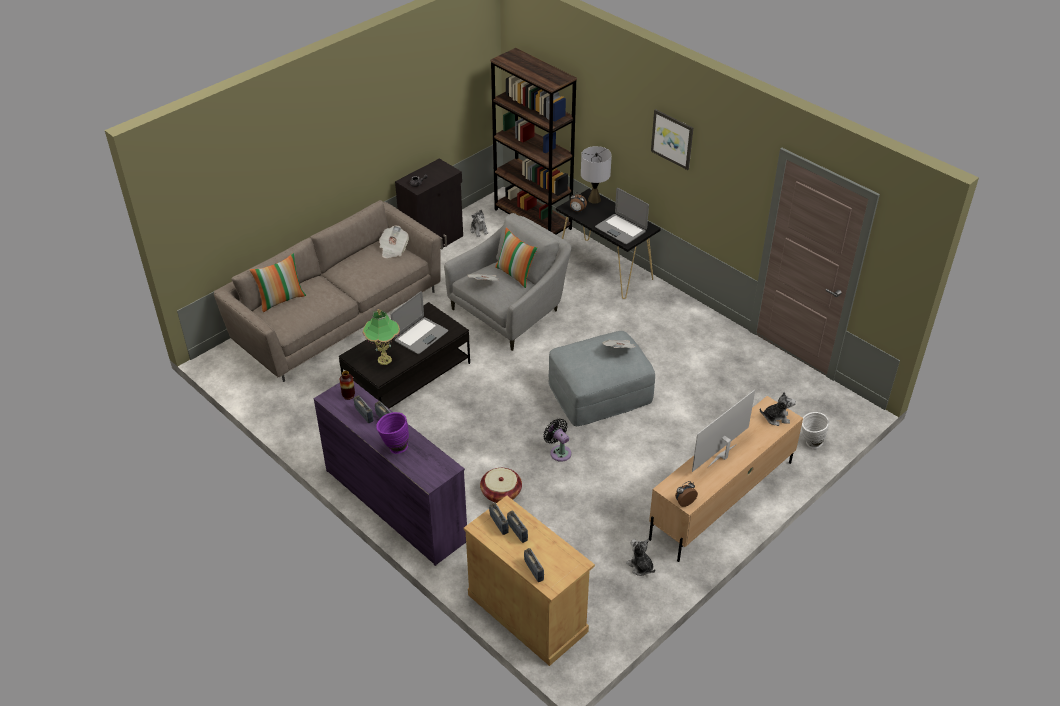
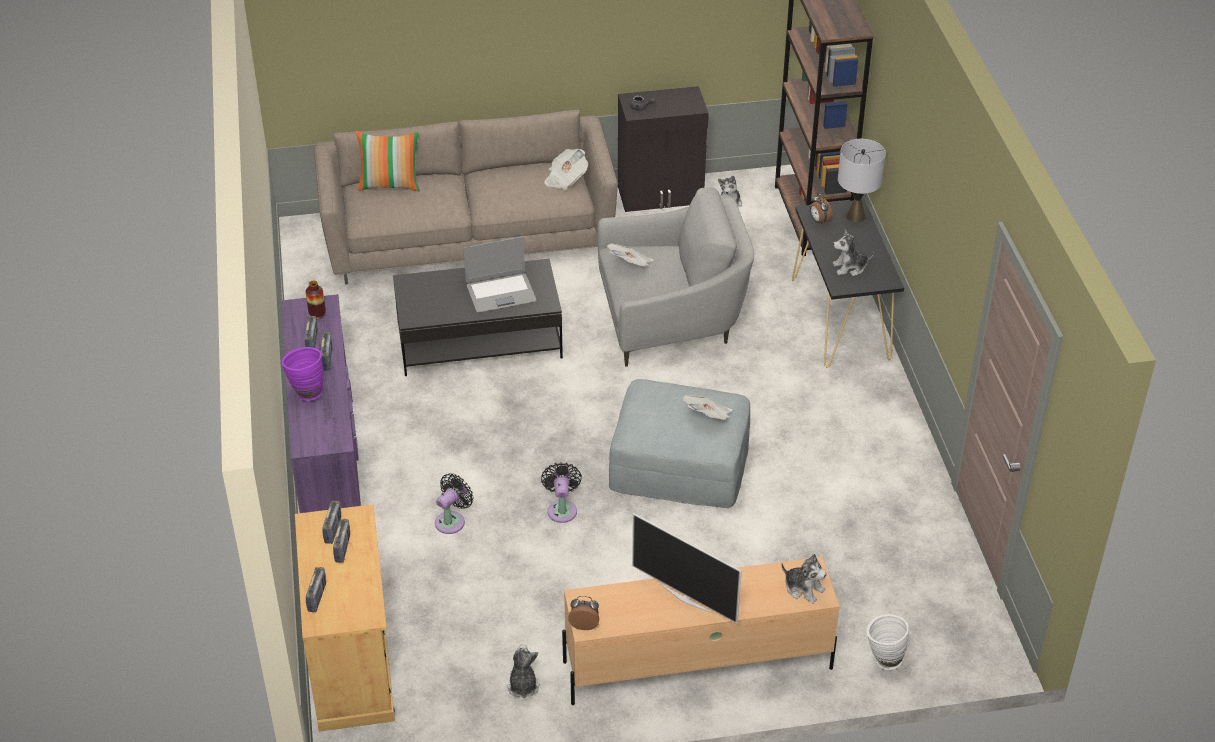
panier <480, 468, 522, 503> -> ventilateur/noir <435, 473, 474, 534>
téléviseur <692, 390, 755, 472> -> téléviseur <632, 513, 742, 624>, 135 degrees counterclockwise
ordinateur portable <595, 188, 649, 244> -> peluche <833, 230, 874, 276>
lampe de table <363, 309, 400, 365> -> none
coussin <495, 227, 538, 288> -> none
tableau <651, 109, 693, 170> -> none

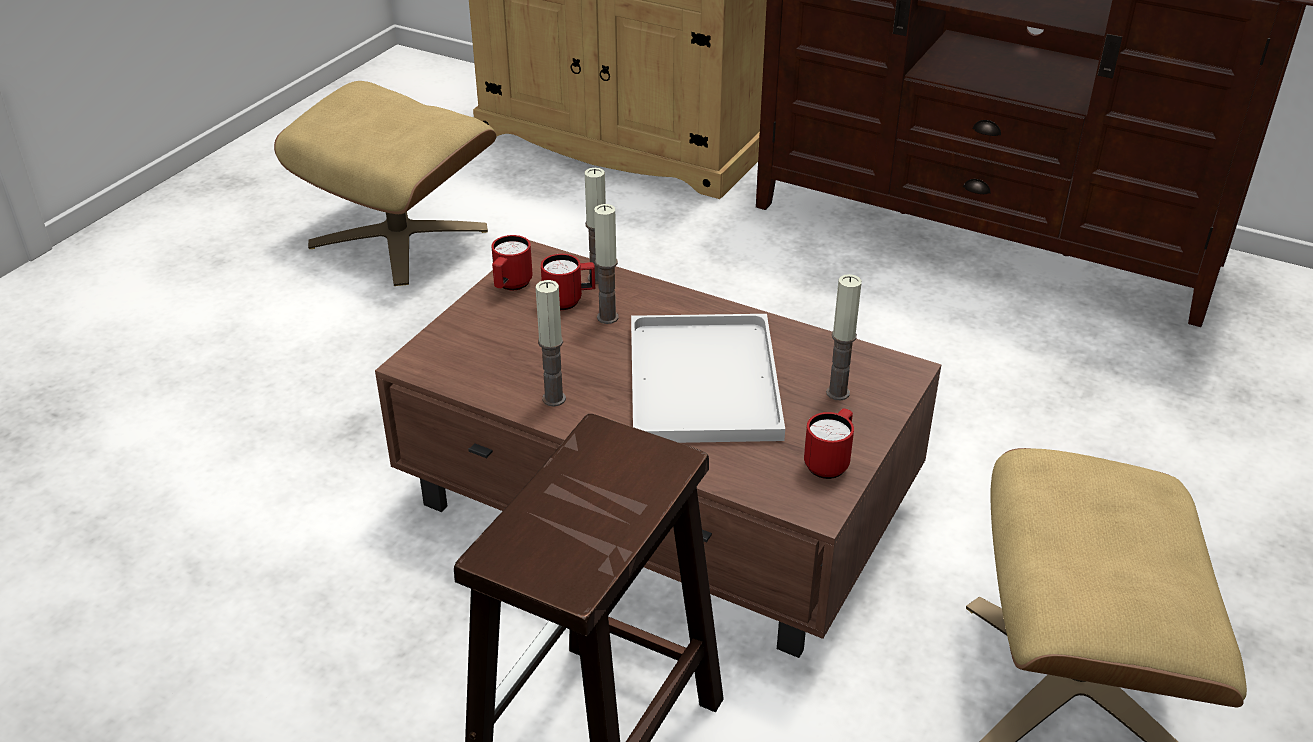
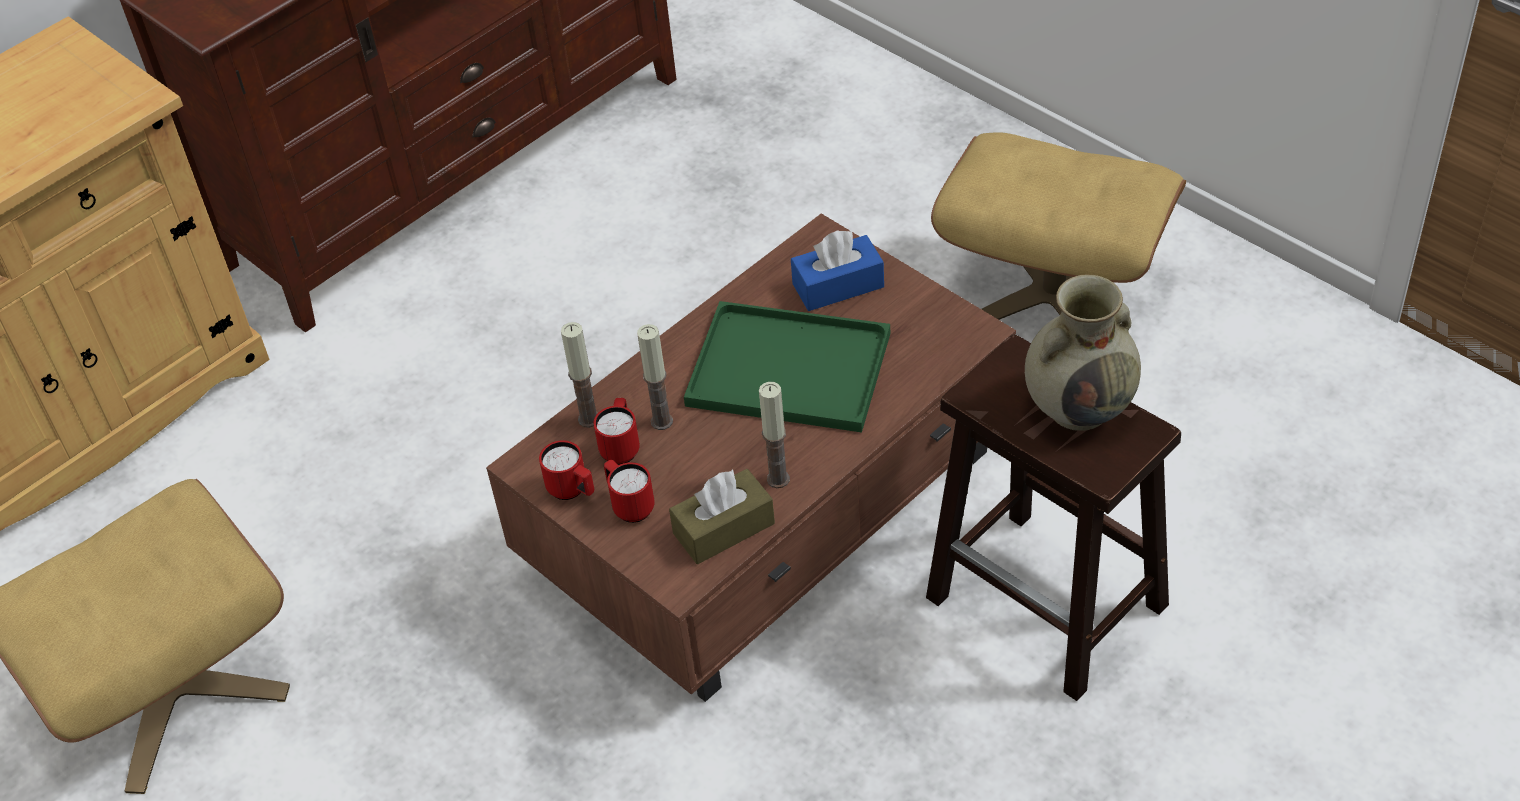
mug/rouge <804, 408, 854, 479> -> mug/rouge <604, 460, 654, 523>, relocated
none -> boîte à mouchoirs/marron <669, 469, 775, 564>
plateau/blanc <631, 314, 785, 443> -> plateau/vert <684, 301, 890, 432>
bougie <826, 274, 862, 400> -> boîte à mouchoirs/bleu <791, 230, 884, 311>
none -> vase/beige <1025, 275, 1141, 431>

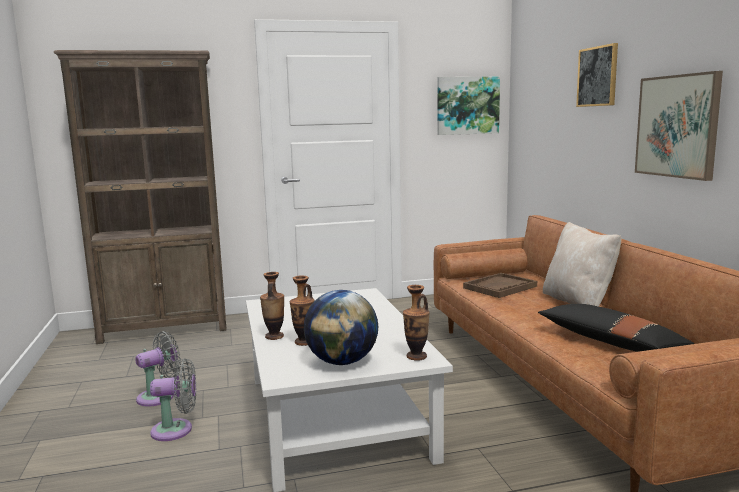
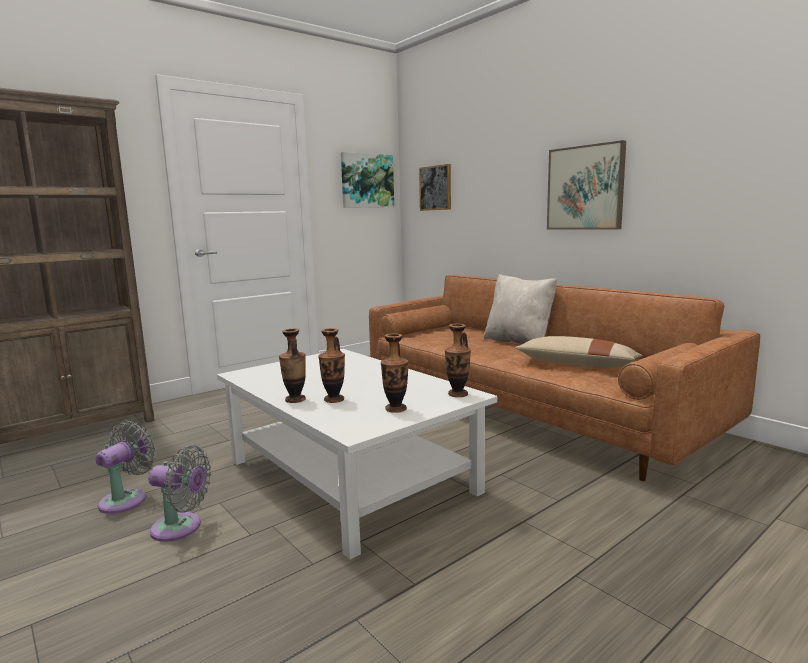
ventilateur/gris <150, 358, 196, 441> -> ventilateur/gris <148, 445, 211, 542>, 45 degrees clockwise
globe <304, 290, 378, 365> -> vase <381, 333, 409, 413>
tableau <576, 43, 618, 107> -> tableau <419, 164, 451, 211>, relocated
coussin/noir <538, 304, 694, 352> -> coussin/beige <515, 336, 642, 368>
plateau/marron <463, 273, 537, 298> -> none

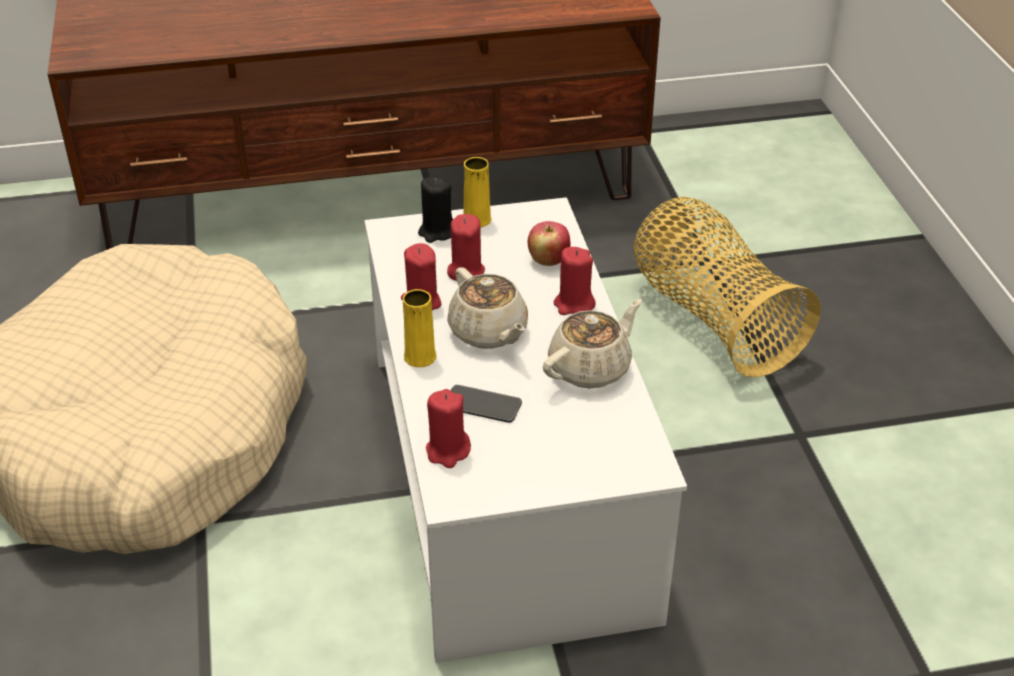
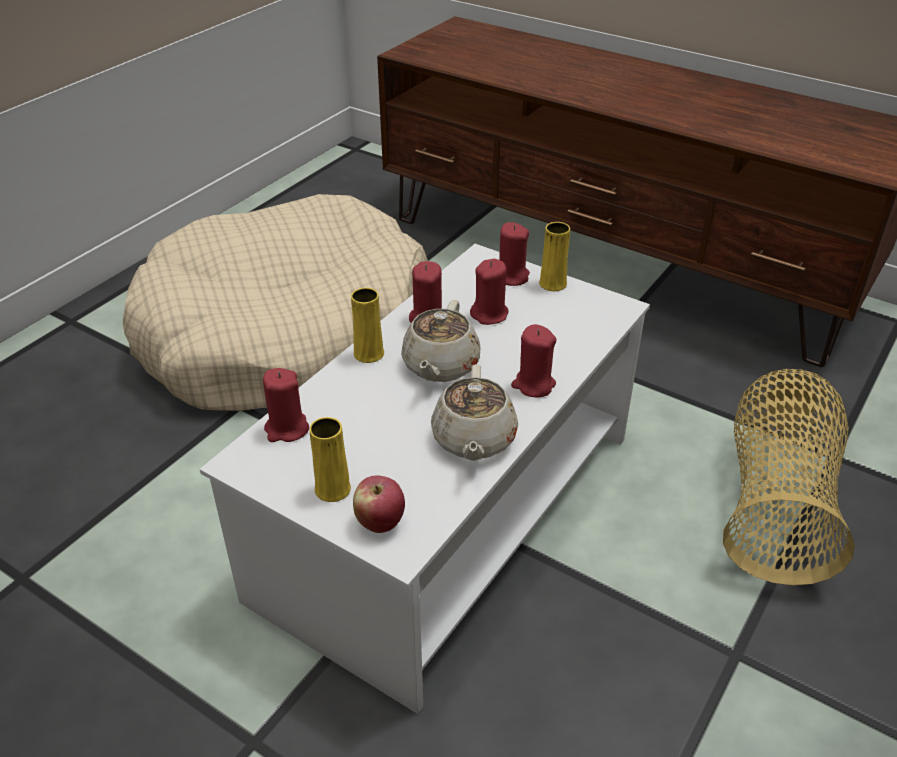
none -> vase/jaune <310, 417, 351, 502>
pomme <528, 221, 570, 266> -> pomme <353, 475, 405, 533>, relocated
théière/beige <543, 299, 642, 388> -> théière/beige <431, 364, 518, 461>, 90 degrees clockwise
bougie/noir <418, 177, 453, 243> -> bougie/rouge <499, 222, 530, 286>
téléphone <451, 385, 522, 423> -> none

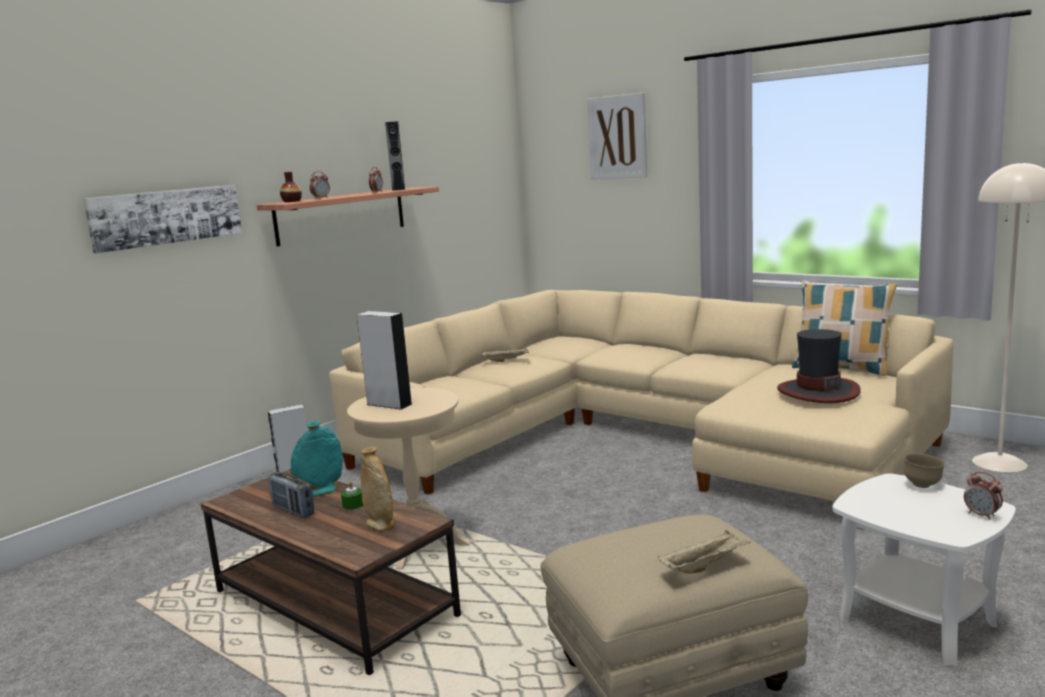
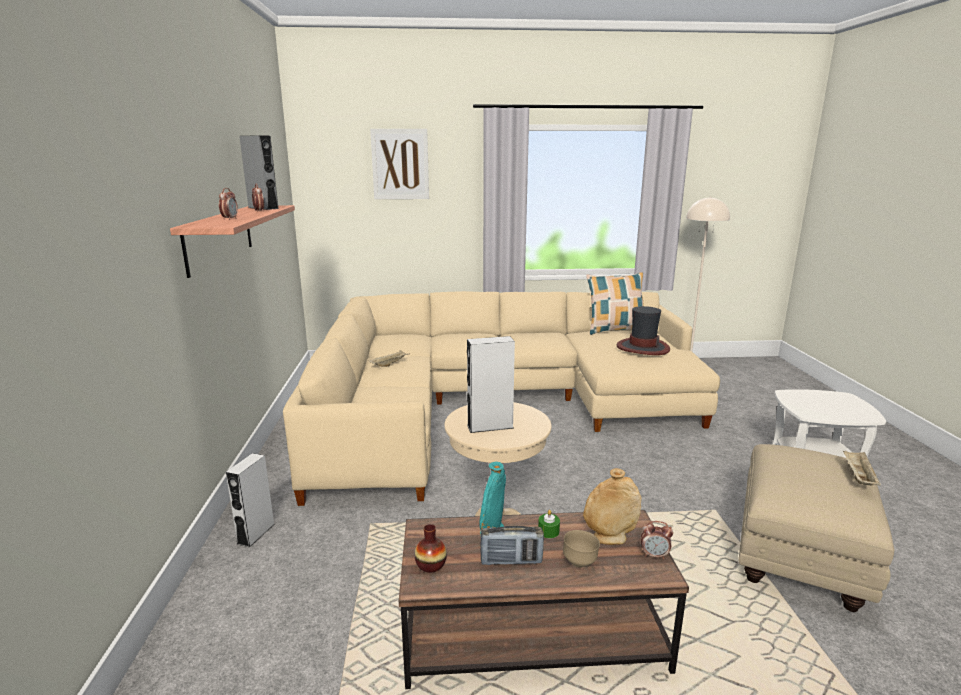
vase <280, 172, 302, 202> -> vase <414, 524, 447, 573>, relocated
bol/marron <903, 453, 945, 488> -> bol/marron <563, 530, 600, 568>, relocated
réveil <964, 472, 1003, 520> -> réveil <641, 521, 673, 559>, relocated
tableau <83, 185, 242, 253> -> none

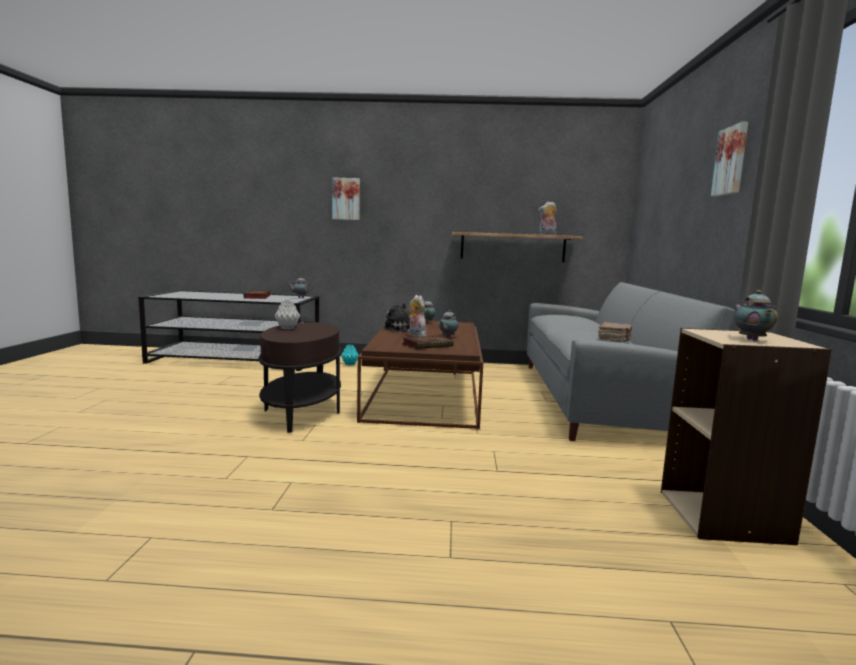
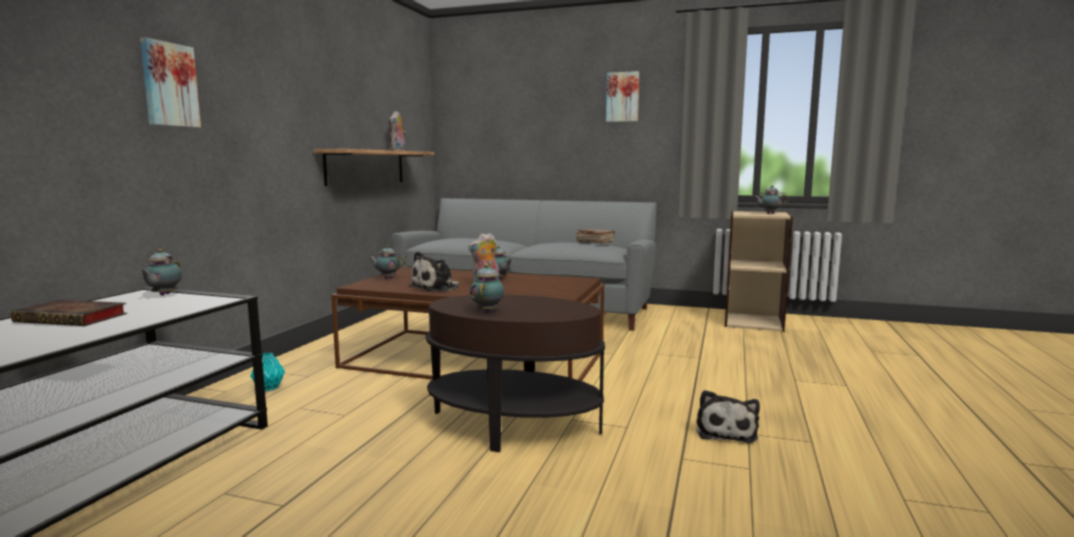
vase/gris <275, 300, 300, 329> -> théière <470, 264, 504, 313>
none -> peluche <696, 390, 760, 443>
livre <402, 336, 454, 349> -> none

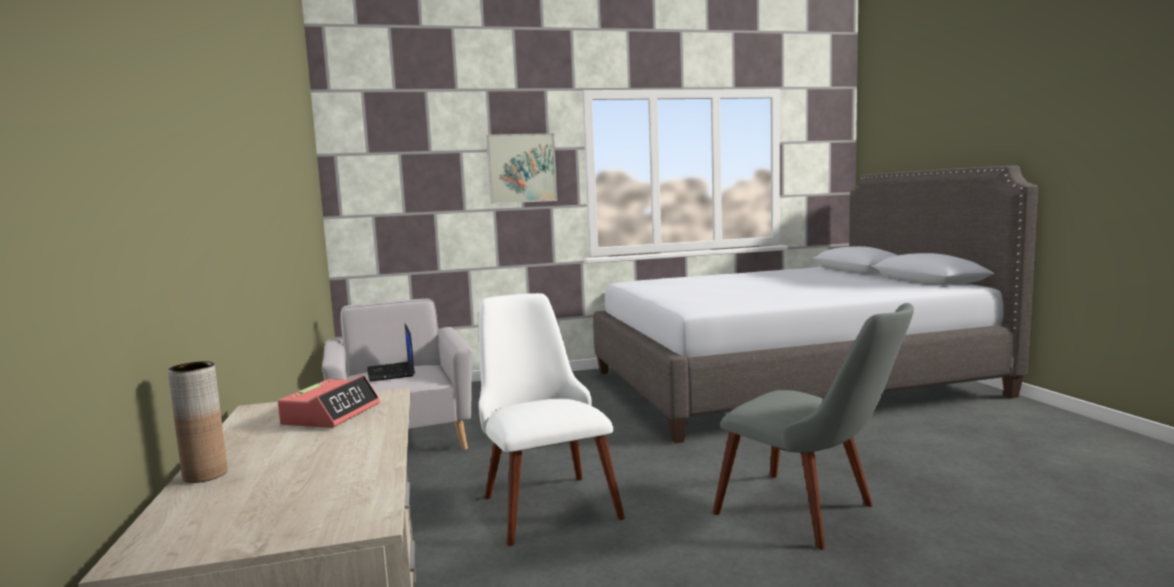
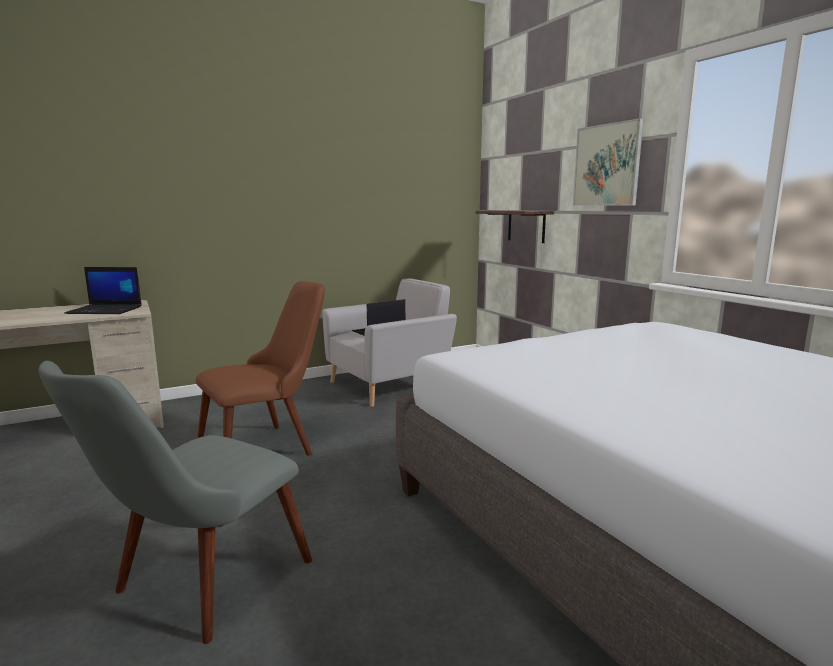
réveil <278, 375, 380, 428> -> ordinateur portable <64, 267, 142, 314>
chaise/blanc <478, 293, 625, 546> -> chaise/marron <196, 281, 325, 456>
none -> étagère <476, 210, 554, 243>
vase/marron <168, 361, 228, 483> -> none

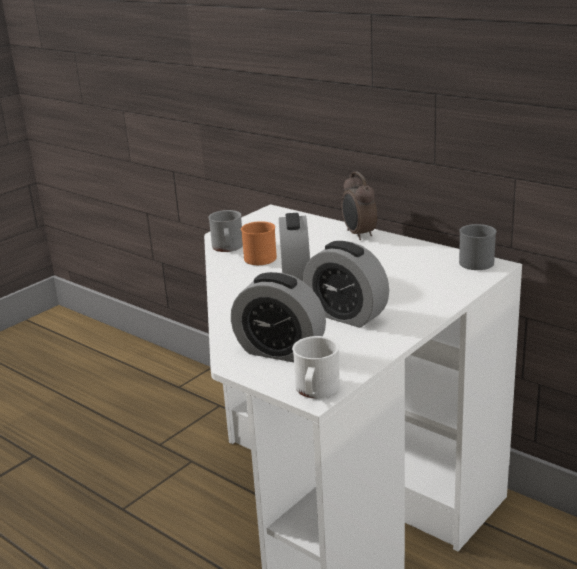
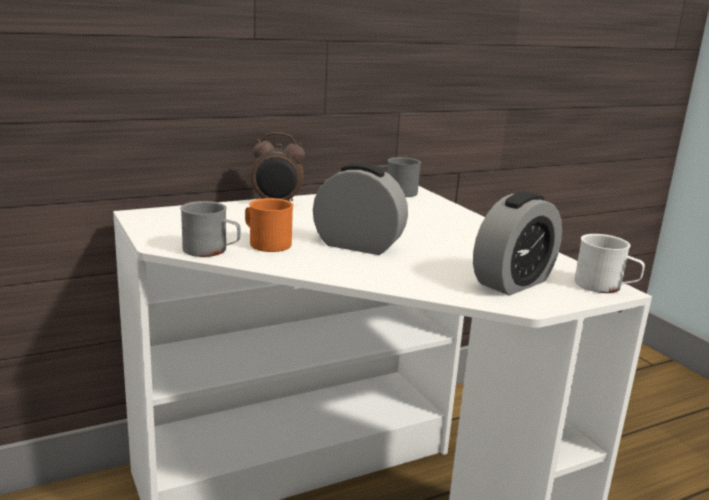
réveil <303, 241, 389, 328> -> none

